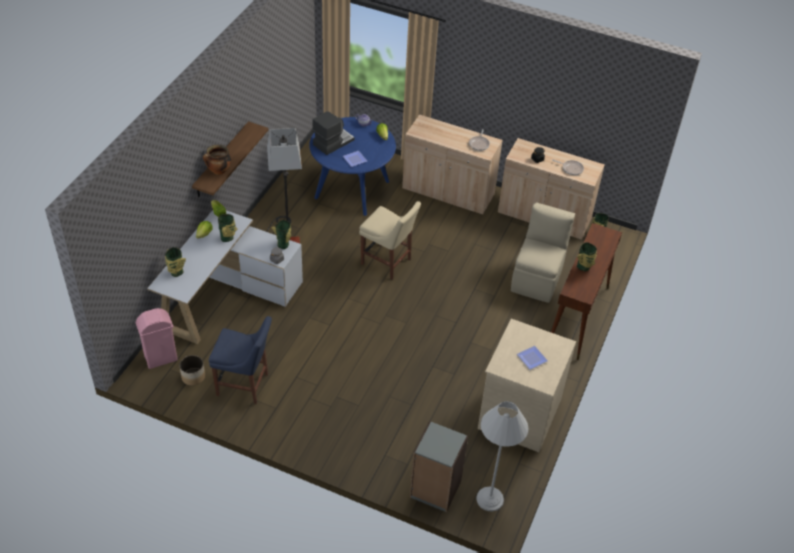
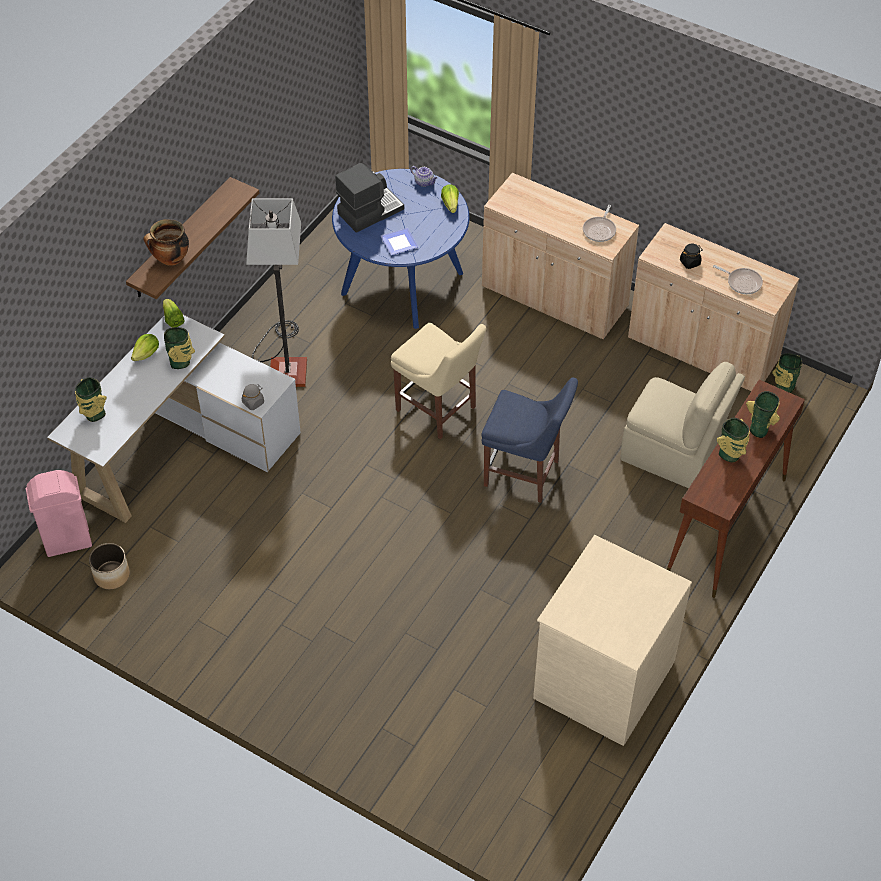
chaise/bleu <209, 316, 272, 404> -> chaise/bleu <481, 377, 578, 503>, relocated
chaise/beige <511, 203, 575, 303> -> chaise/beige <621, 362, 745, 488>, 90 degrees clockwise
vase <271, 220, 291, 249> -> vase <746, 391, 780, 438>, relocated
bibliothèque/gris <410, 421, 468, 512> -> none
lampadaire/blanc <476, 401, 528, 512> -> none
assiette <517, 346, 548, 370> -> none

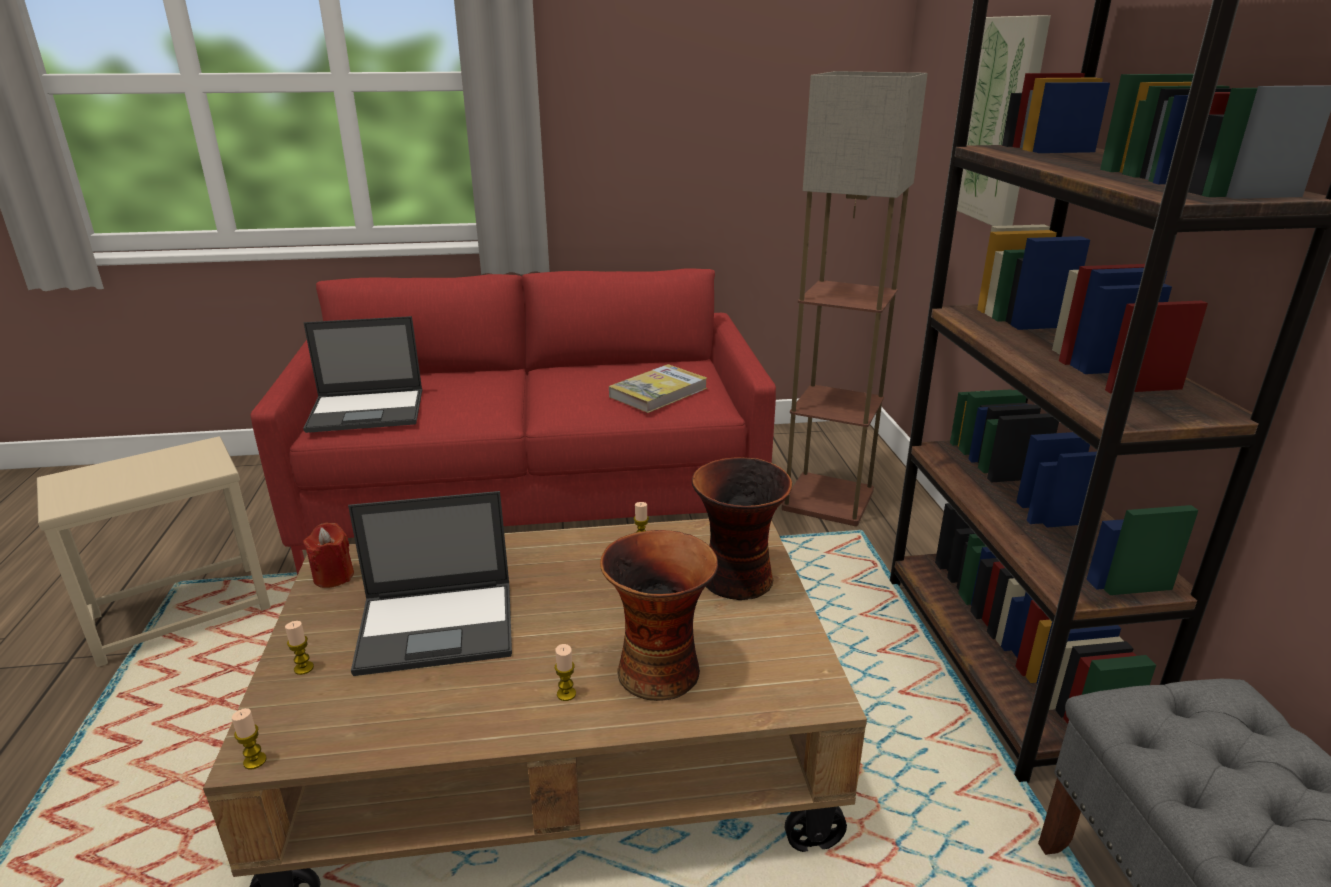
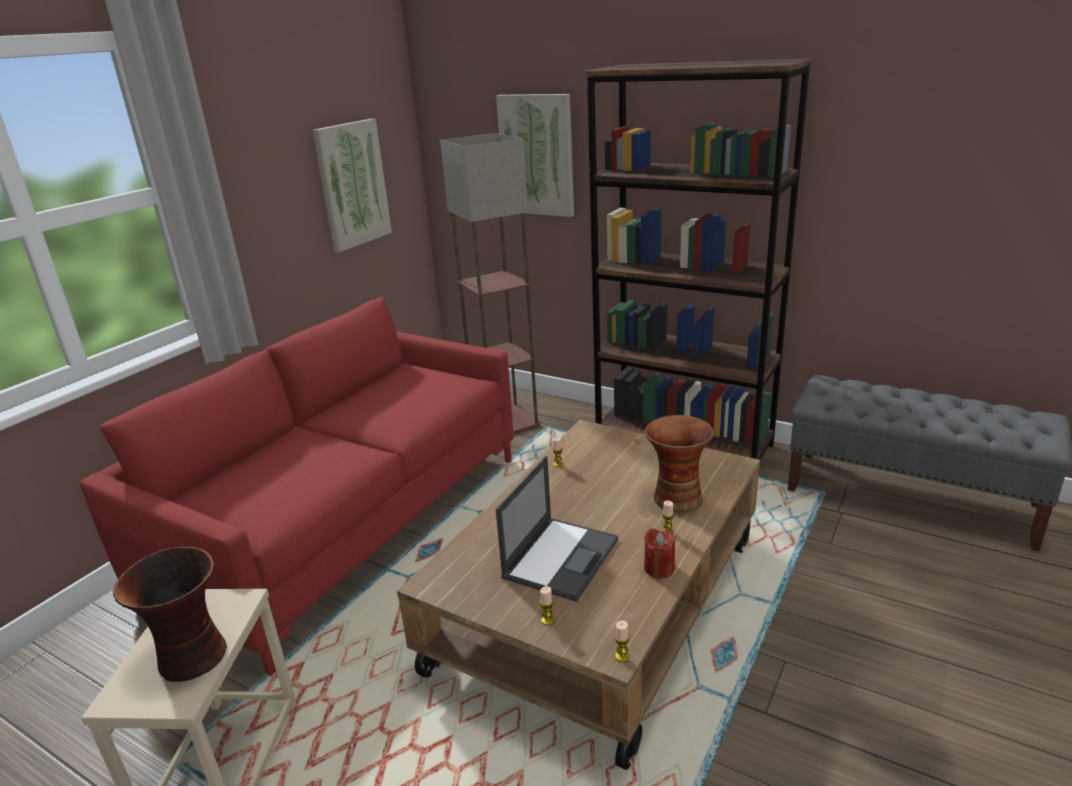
vase <692, 457, 792, 600> -> vase <113, 547, 227, 682>, relocated
none -> tableau <312, 119, 392, 252>
bougie/rouge <303, 523, 354, 588> -> bougie/rouge <644, 528, 675, 578>, relocated
ordinateur portable <303, 316, 422, 433> -> none
livre <609, 364, 707, 413> -> none

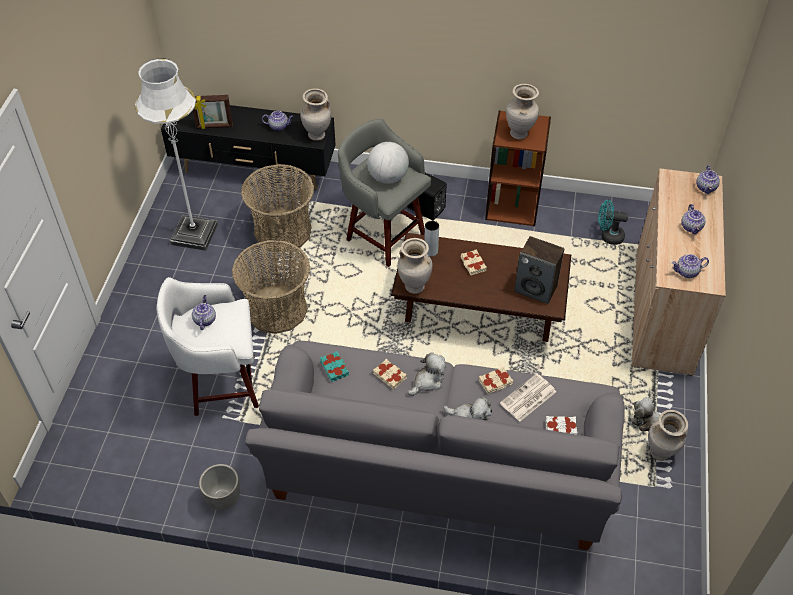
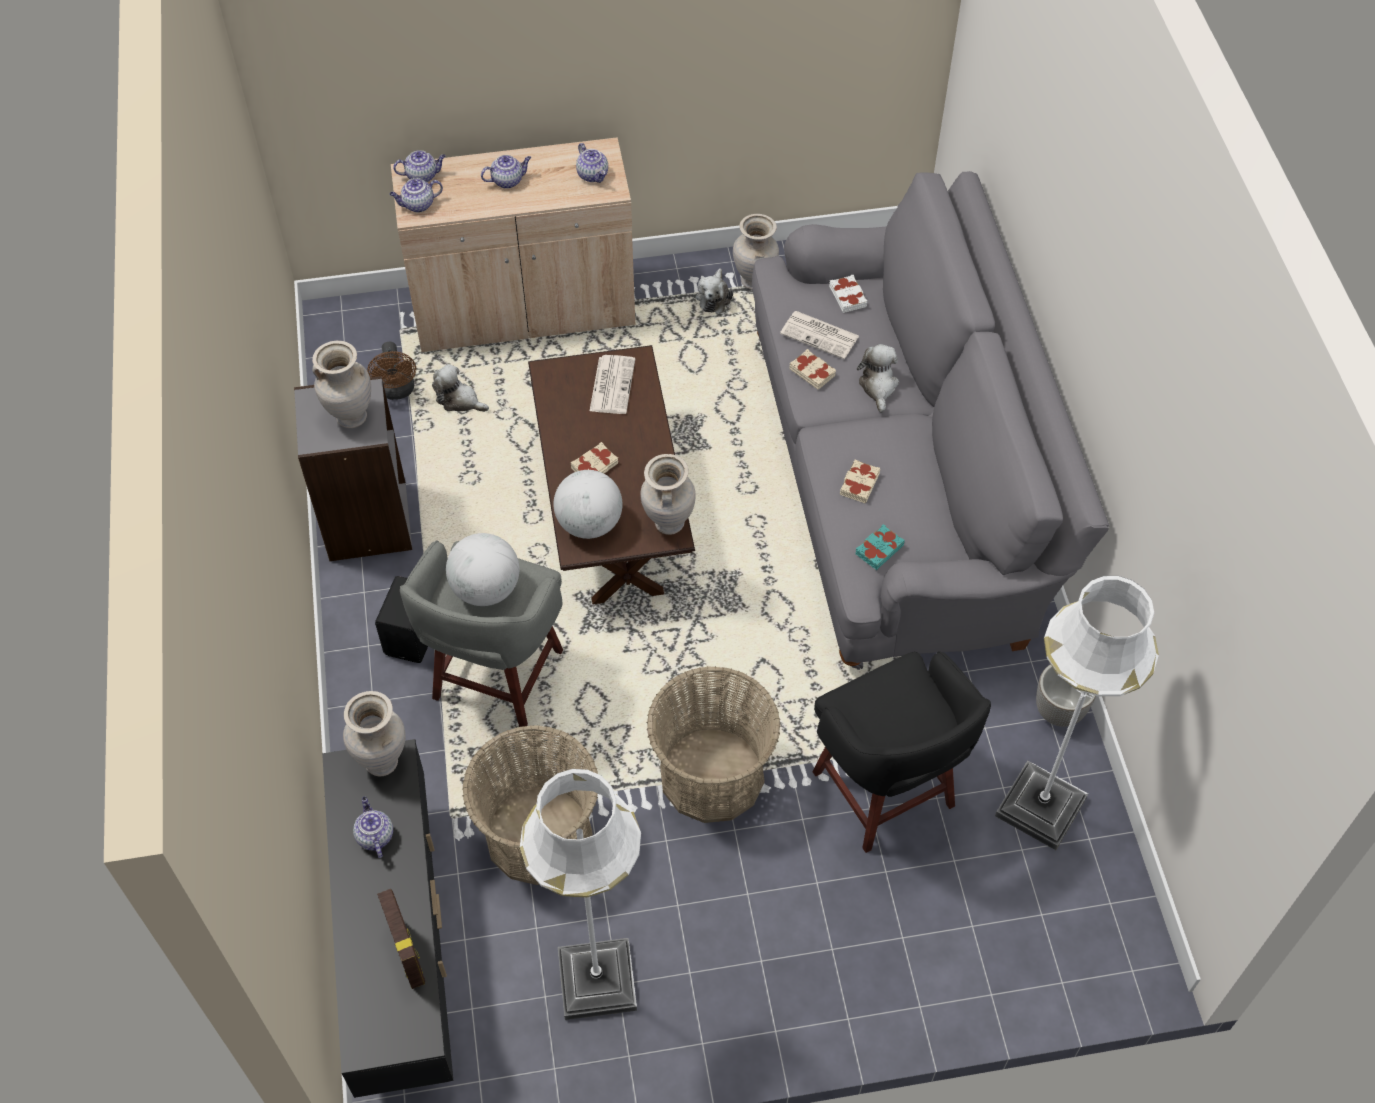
bibliothèque/marron <485, 111, 551, 226> -> bibliothèque/gris <294, 376, 412, 561>
ventilateur/turquoise <598, 200, 628, 245> -> ventilateur/marron <367, 342, 416, 400>
théière <192, 295, 216, 330> -> théière <389, 178, 443, 213>, relocated
peluche <408, 352, 446, 396> -> peluche <432, 364, 489, 412>, relocated
vase/gris <424, 221, 439, 257> -> globe <553, 470, 623, 539>
enceinte <514, 236, 564, 304> -> journal <590, 355, 635, 414>
tabouret/blanc <156, 277, 259, 416> -> tabouret/noir <812, 651, 991, 853>
none -> lampadaire/blanc <995, 576, 1159, 850>

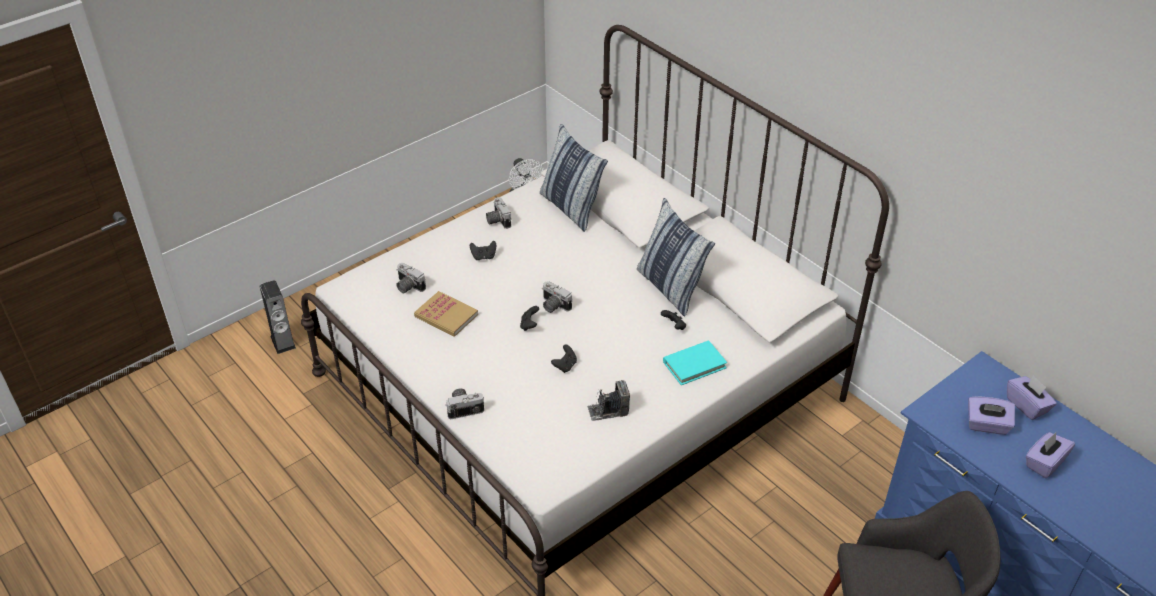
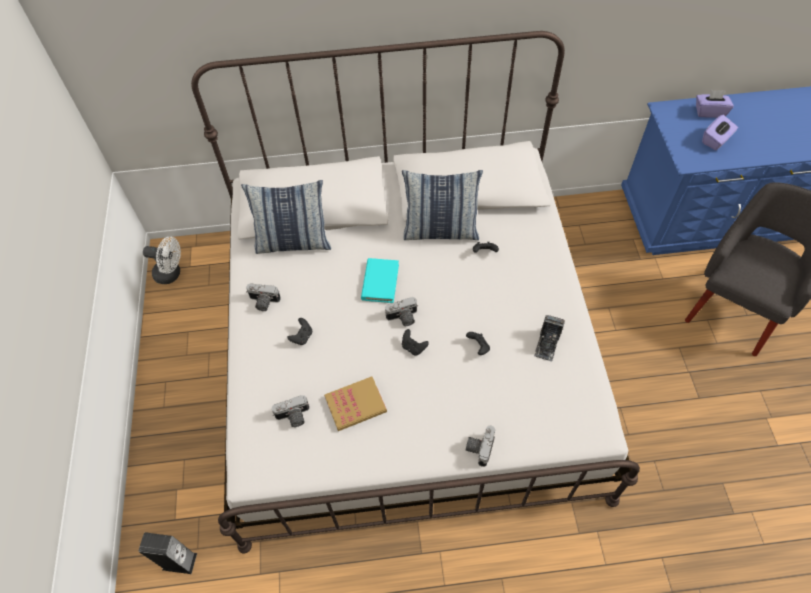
livre/turquoise <663, 340, 727, 385> -> livre/turquoise <361, 258, 399, 303>, relocated
boîte à mouchoirs/violet <1026, 432, 1075, 478> -> none

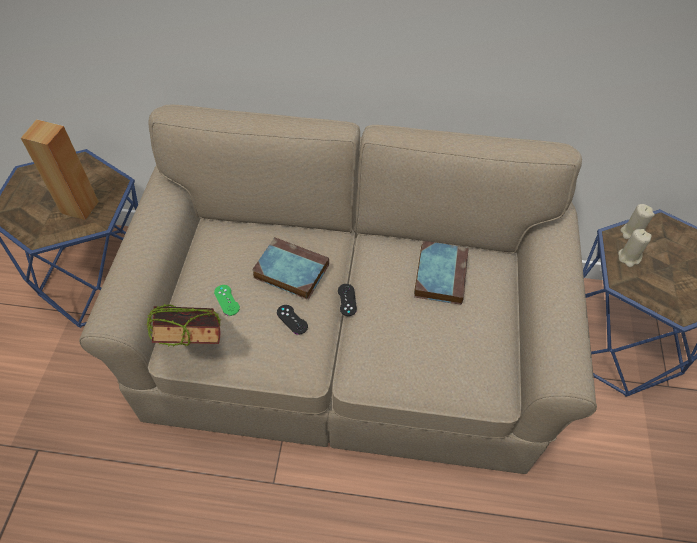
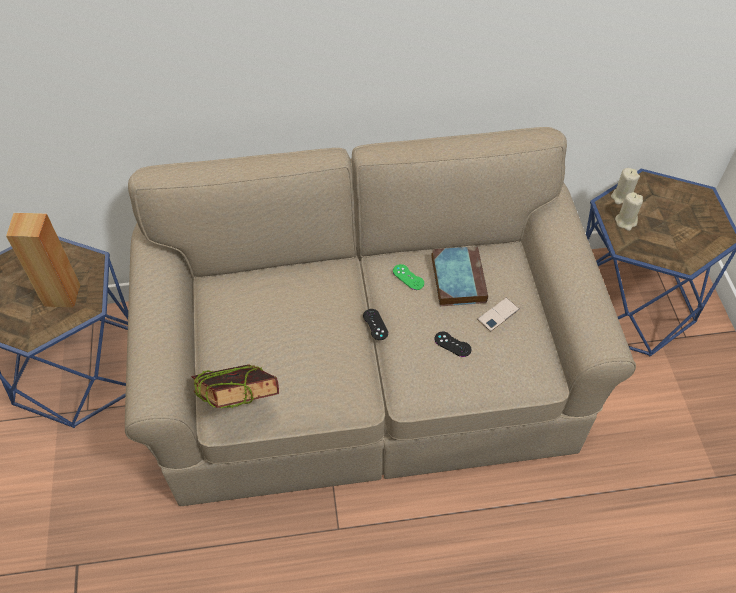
manette/vert <214, 285, 240, 316> -> manette/vert <393, 264, 424, 290>, relocated
manette/noir <277, 305, 308, 334> -> manette/noir <434, 332, 471, 357>, relocated
none -> téléphone <477, 298, 520, 331>
livre <252, 237, 329, 300> -> none

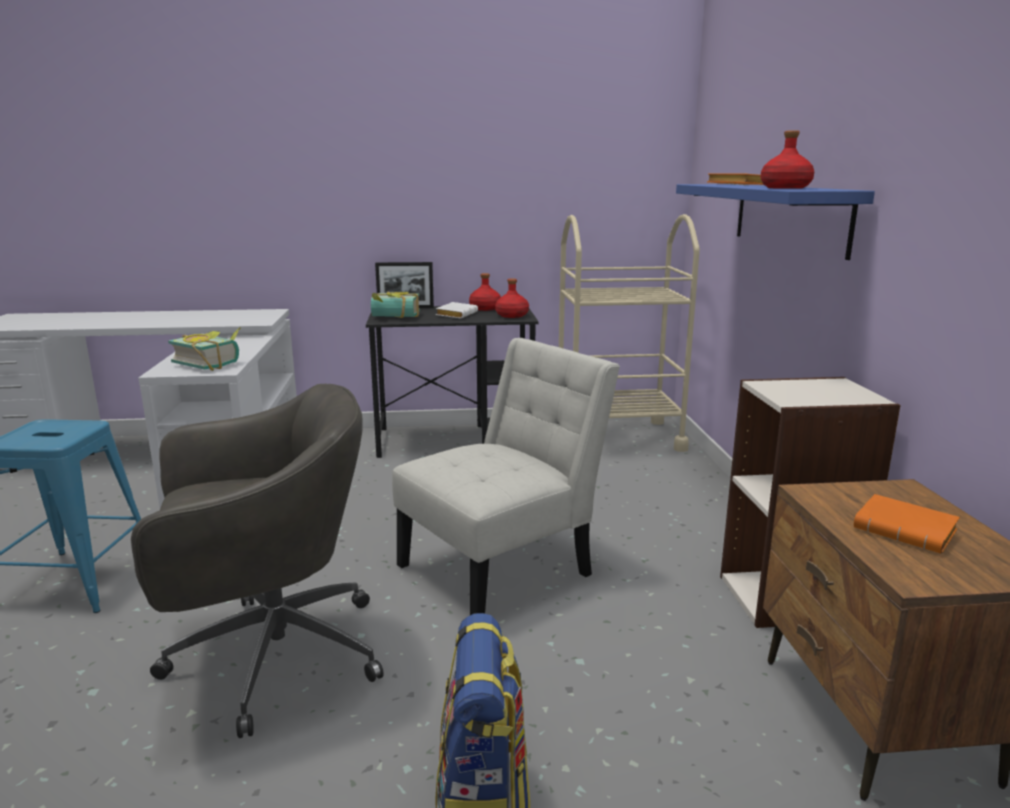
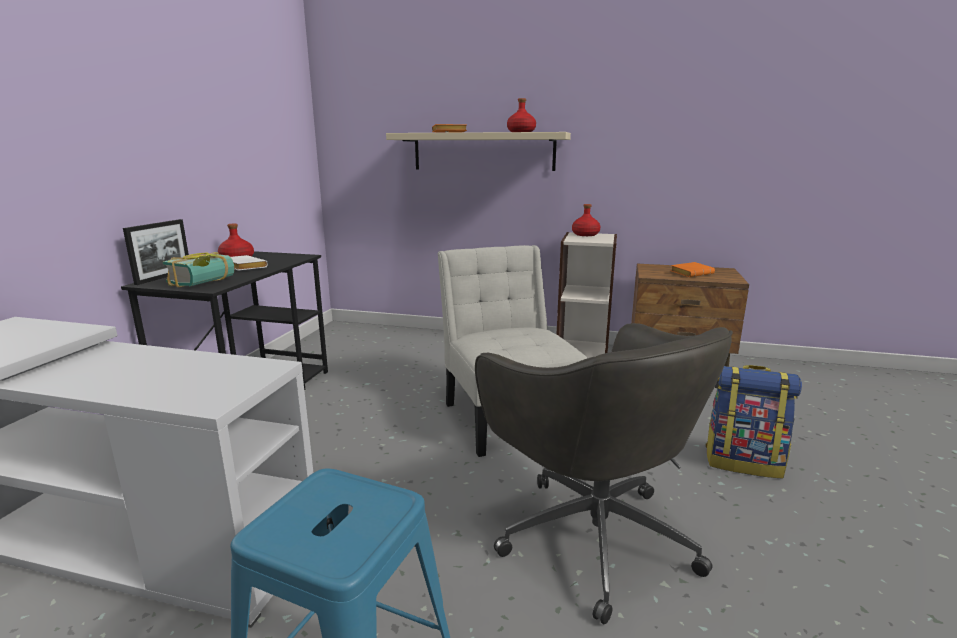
étagère/bleu <676, 184, 875, 260> -> étagère/beige <386, 132, 571, 171>
chaise de bureau/gris <131, 384, 384, 738> -> chaise de bureau/gris <475, 323, 733, 624>, 150 degrees clockwise
bouteille/rouge <495, 278, 529, 318> -> bouteille/rouge <572, 204, 600, 236>, relocated
livre <168, 327, 240, 371> -> none
chariot/beige <559, 214, 700, 452> -> none

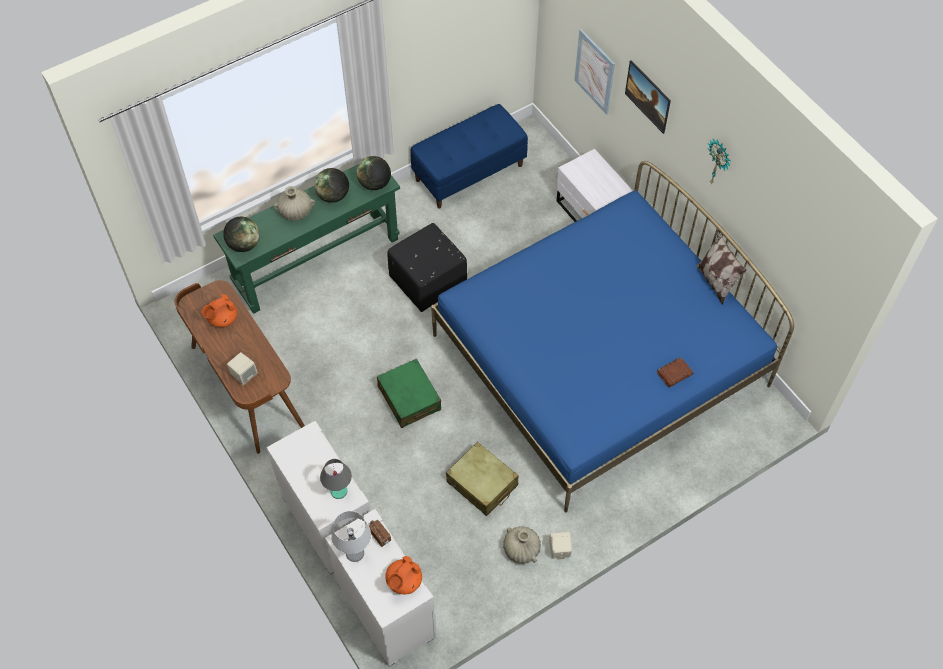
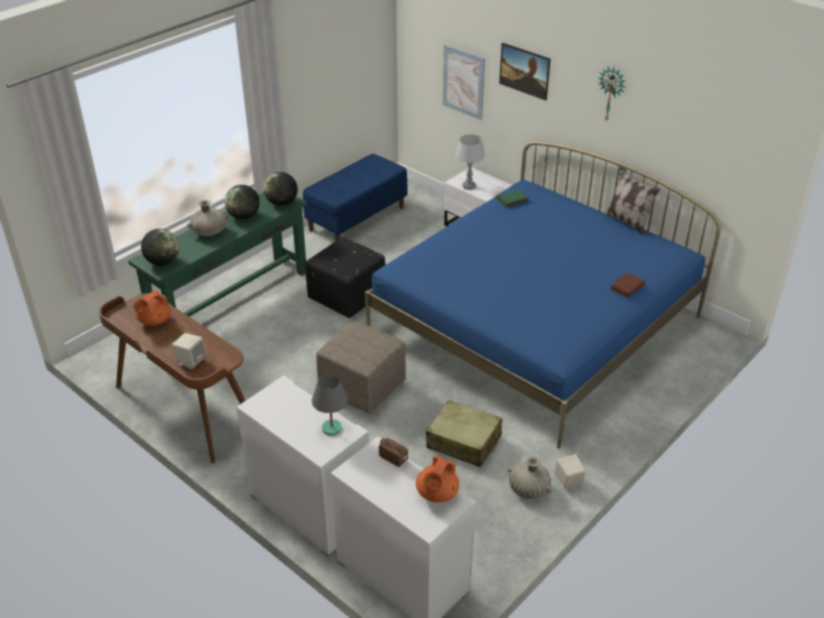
valise/vert <377, 359, 441, 428> -> pouf/beige <316, 321, 406, 414>
lampe de table/gris <331, 511, 371, 562> -> lampe de table/gris <456, 134, 485, 190>, relocated
none -> livre/vert <496, 189, 529, 208>

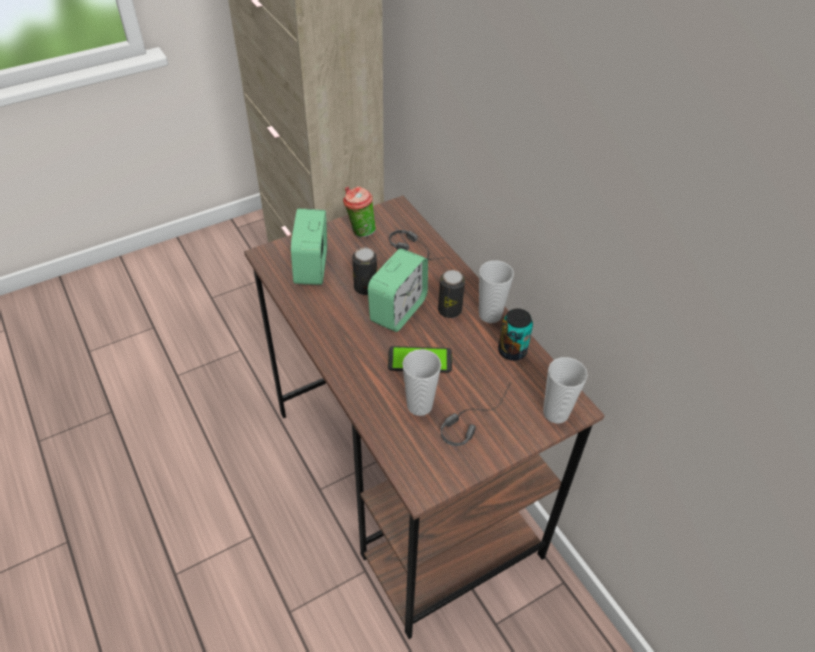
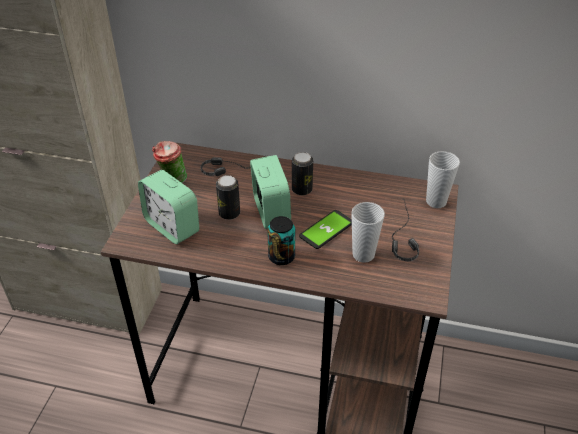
boîte métallique <498, 309, 533, 361> -> boîte métallique <267, 216, 295, 265>, relocated
tasse <479, 260, 514, 323> -> none

